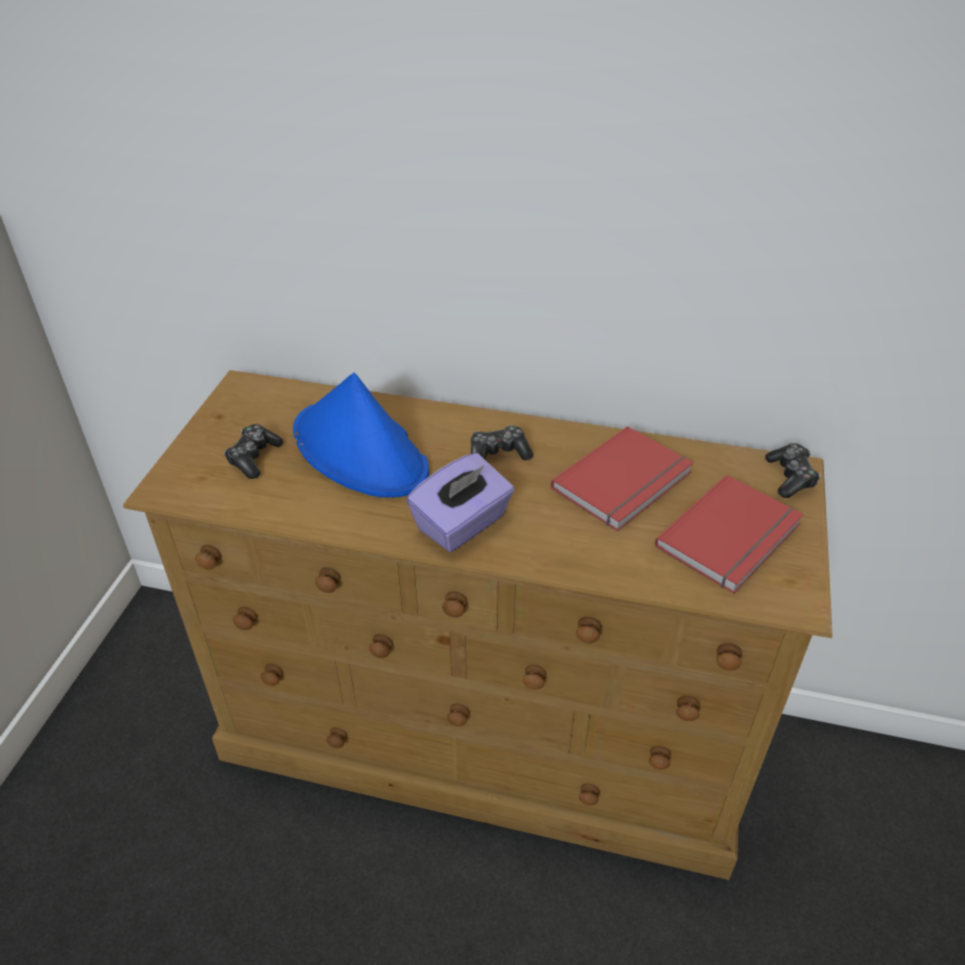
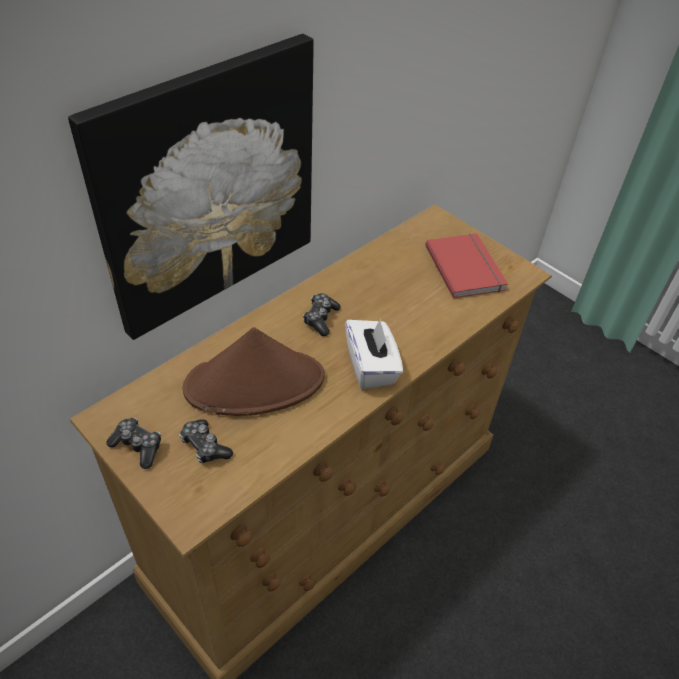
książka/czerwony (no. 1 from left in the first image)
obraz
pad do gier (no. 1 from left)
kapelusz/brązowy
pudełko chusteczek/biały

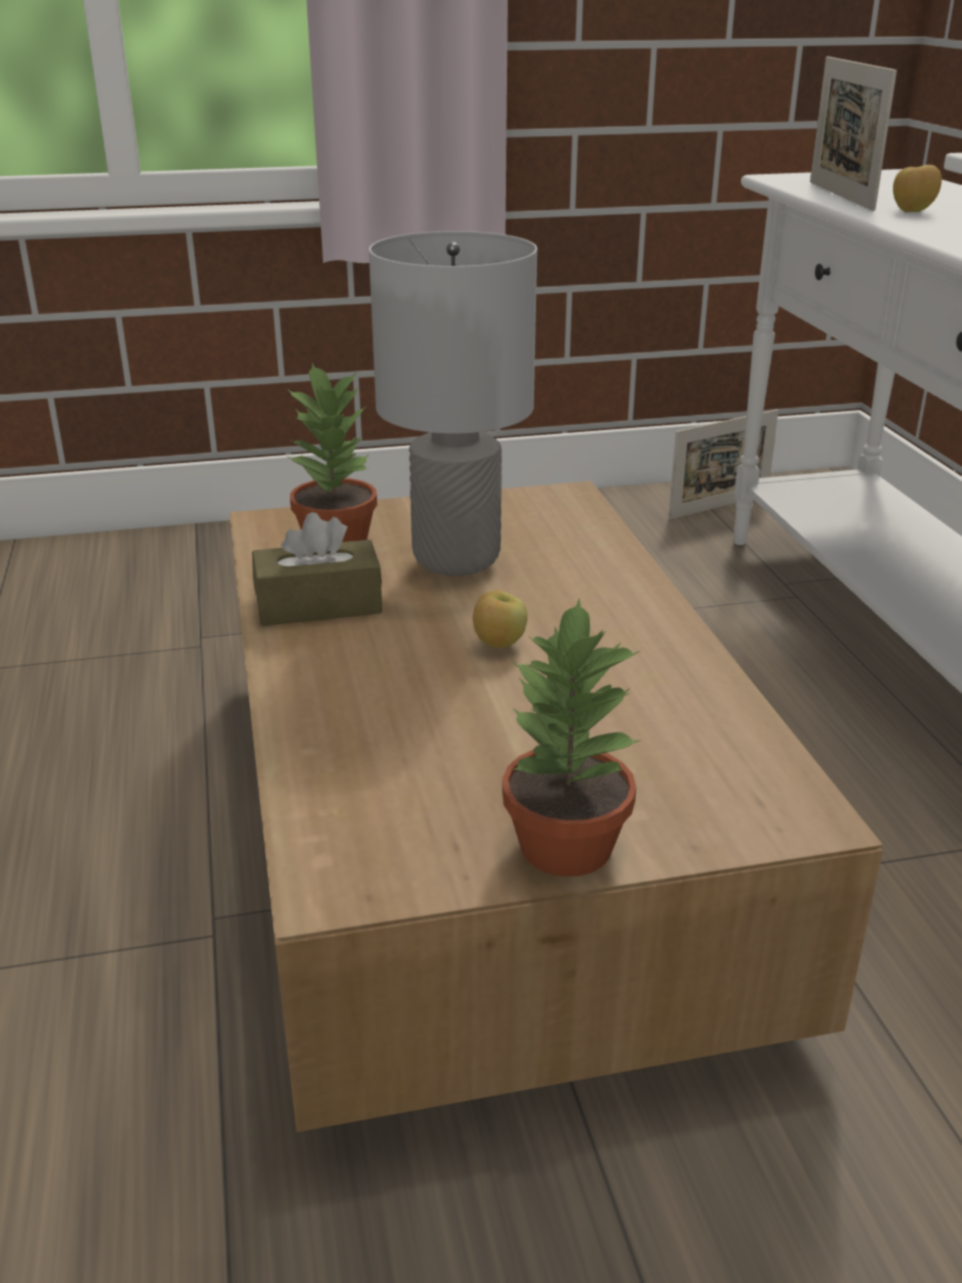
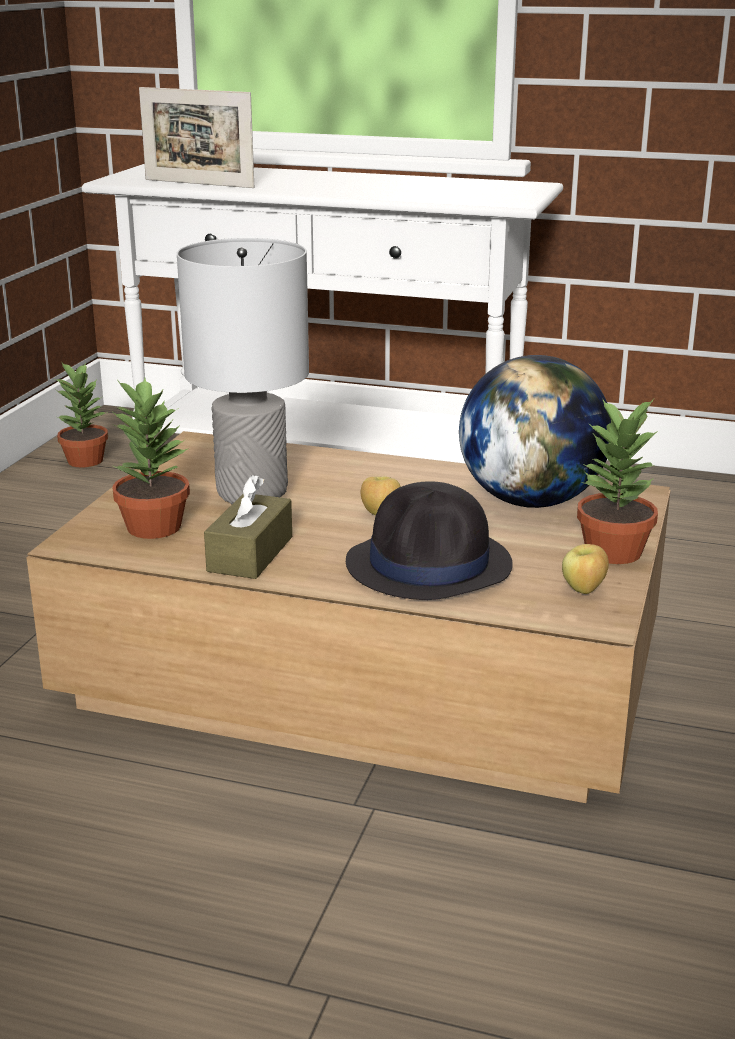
kapelusz/czarny
globus
jabłko (no. 2 from left)
roślina doniczkowa (no. 1 from left)

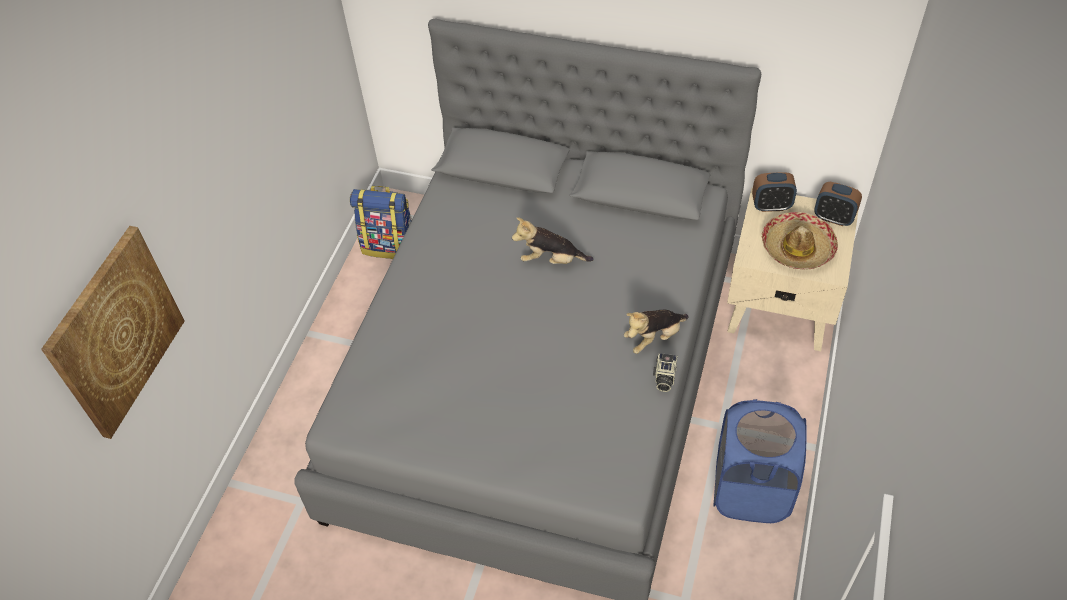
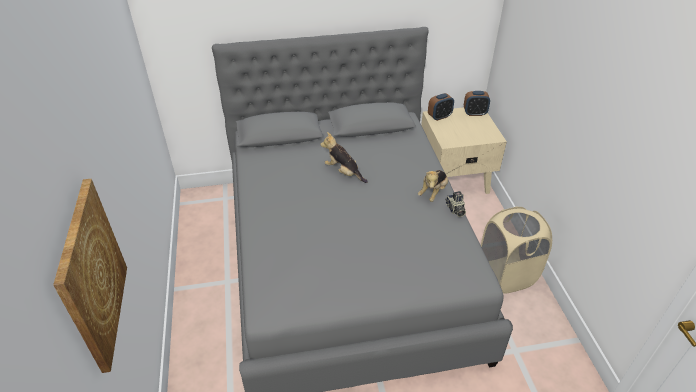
plecak
kapelusz
kosz na pranie/beżowy
pluszak (no. 1 from left)

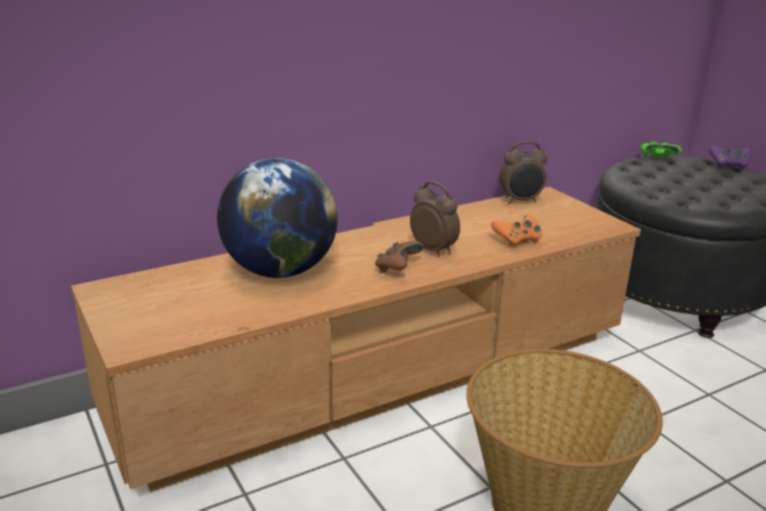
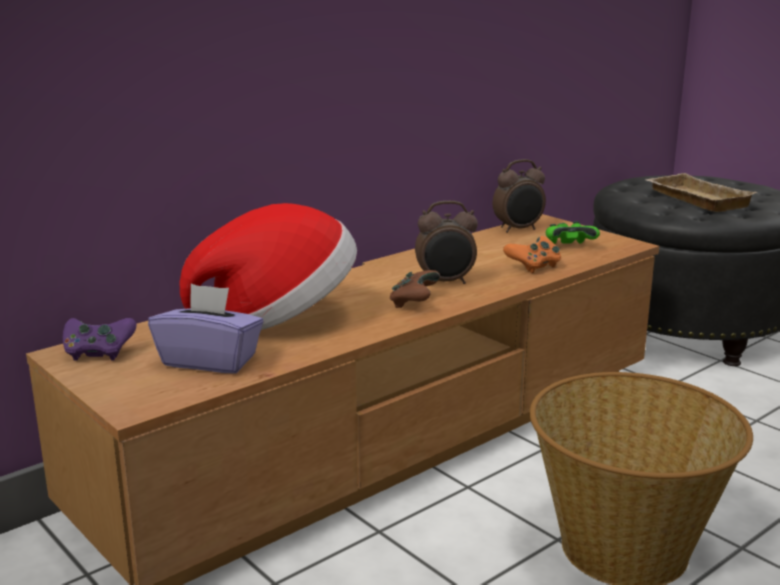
pudełko chusteczek/fioletowy
taca/beżowy
pad do gier/zielony
pad do gier/fioletowy
kapelusz
budzik (no. 1 from left)

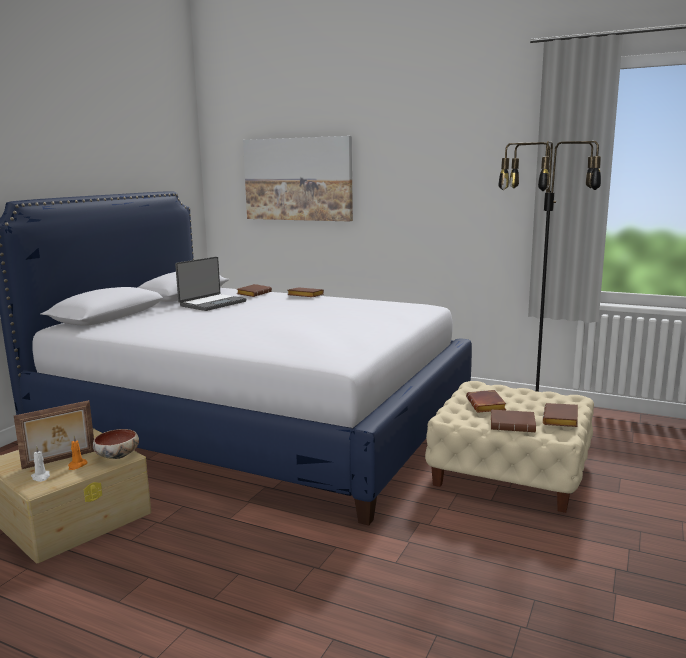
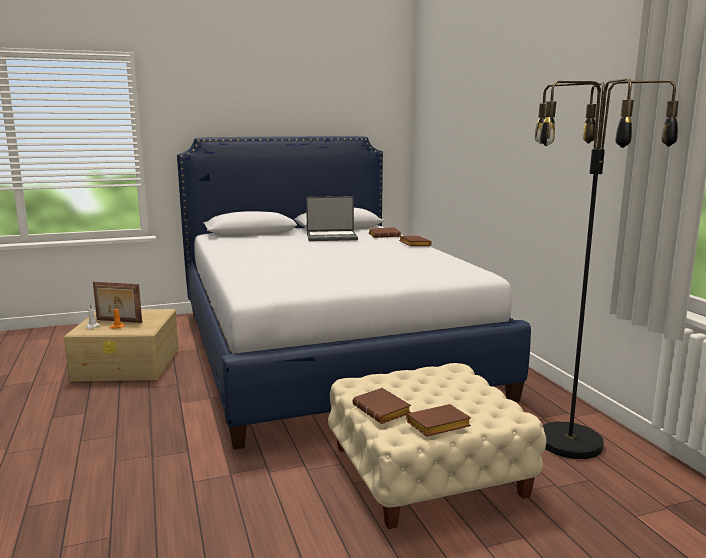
miska
obraz
książka/brązowy (no. 3 from left in the first image)

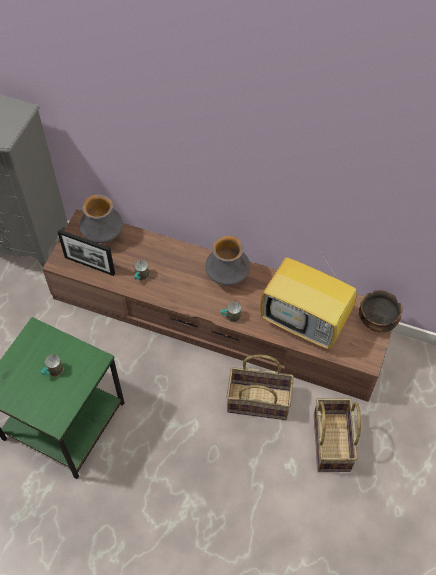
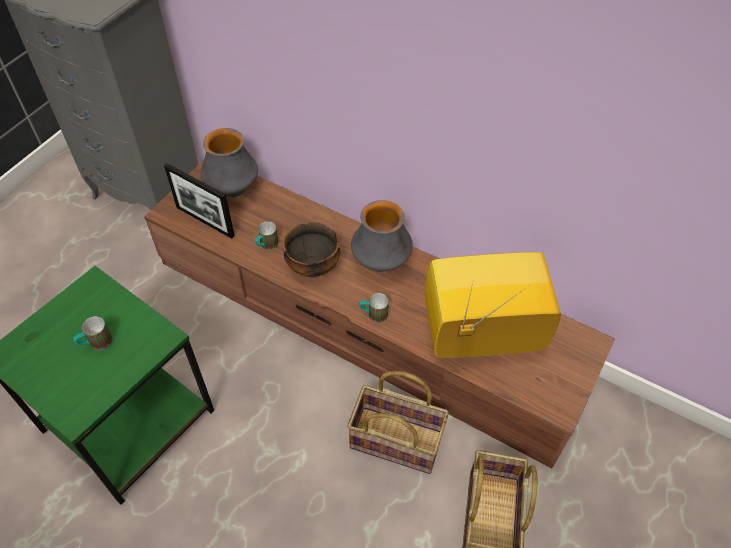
miska
telewizor

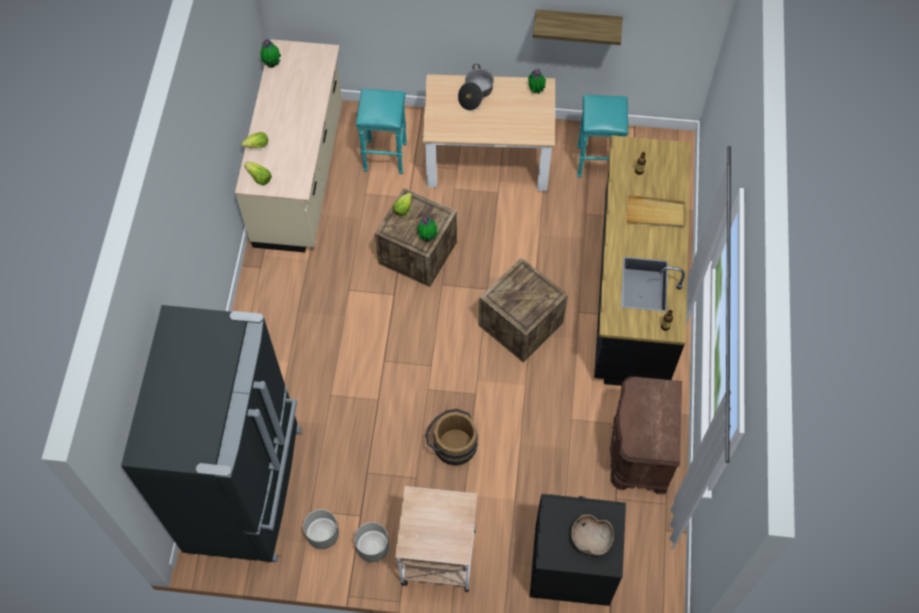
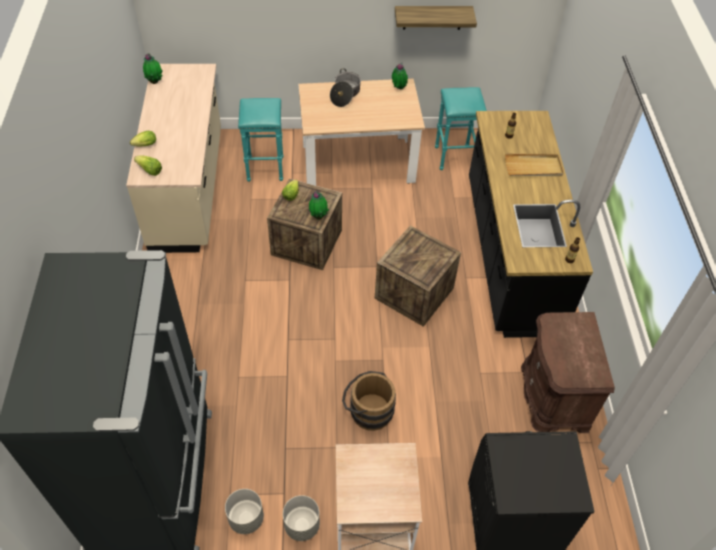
miska/brązowy

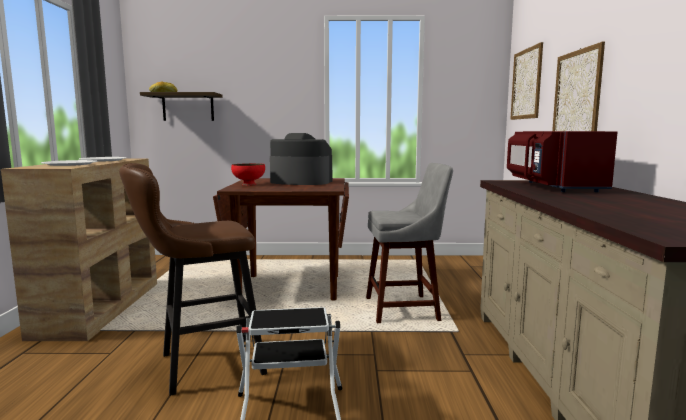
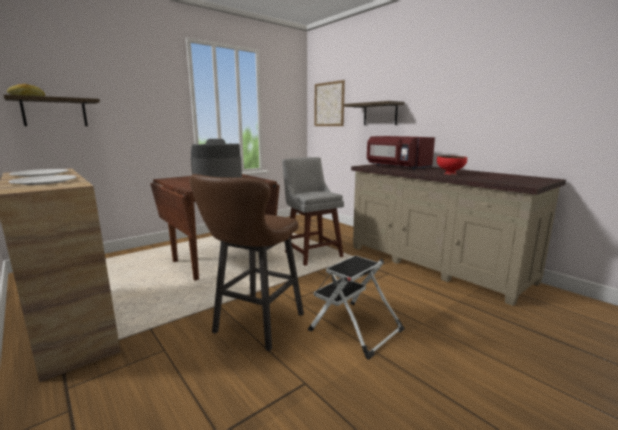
miska/czerwony
półka (no. 2 from left)
krzesło/szary

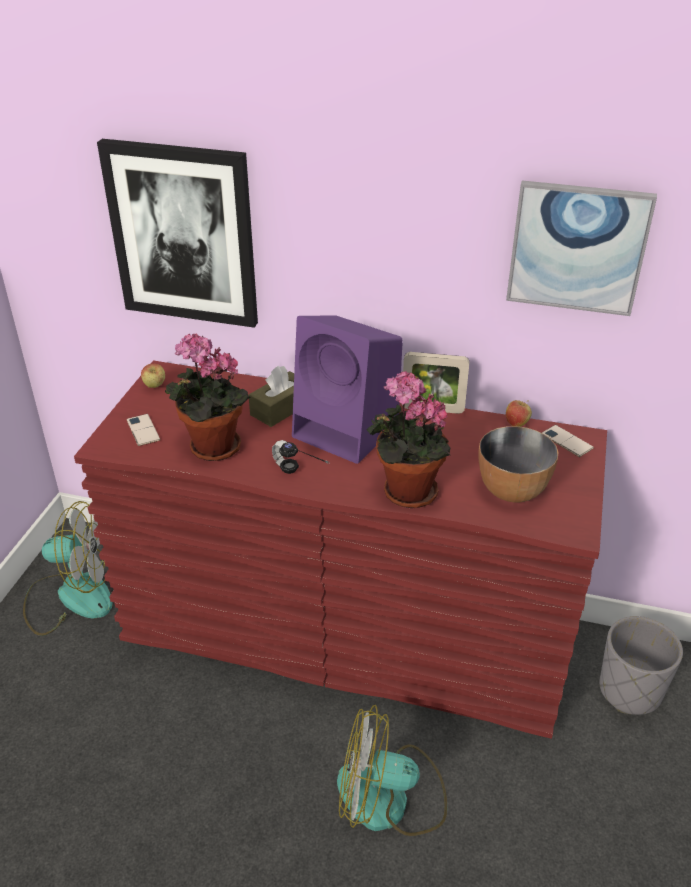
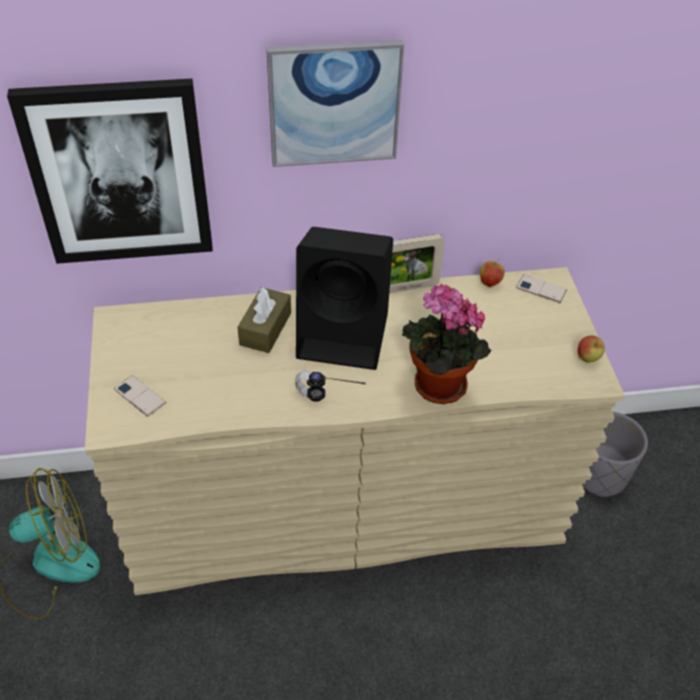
roślina doniczkowa (no. 1 from left in the first image)
wentylator (no. 2 from left in the first image)
miska
jabłko (no. 2 from left)
obraz (no. 2 from left)
komoda/beżowy
głośnik/czarny

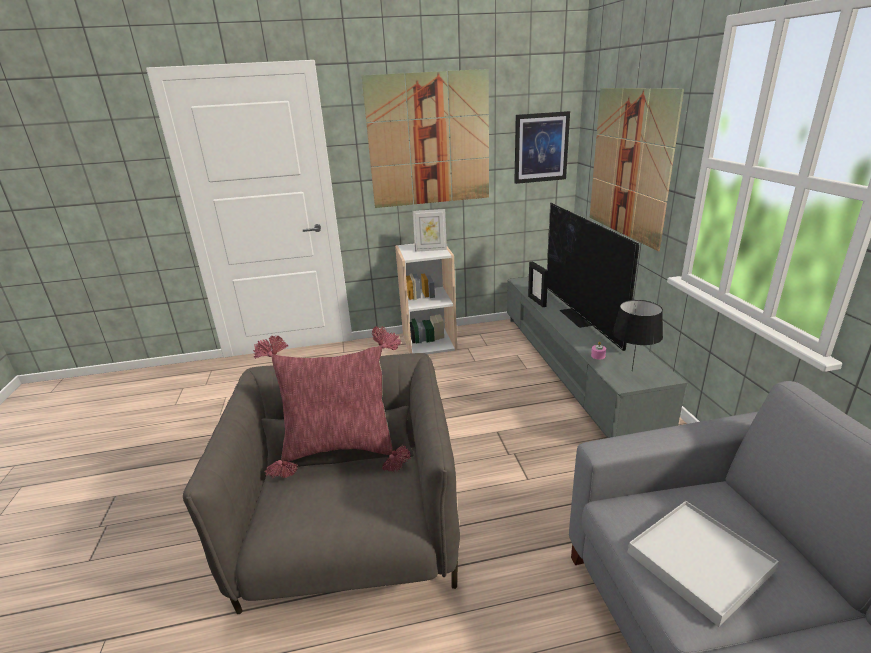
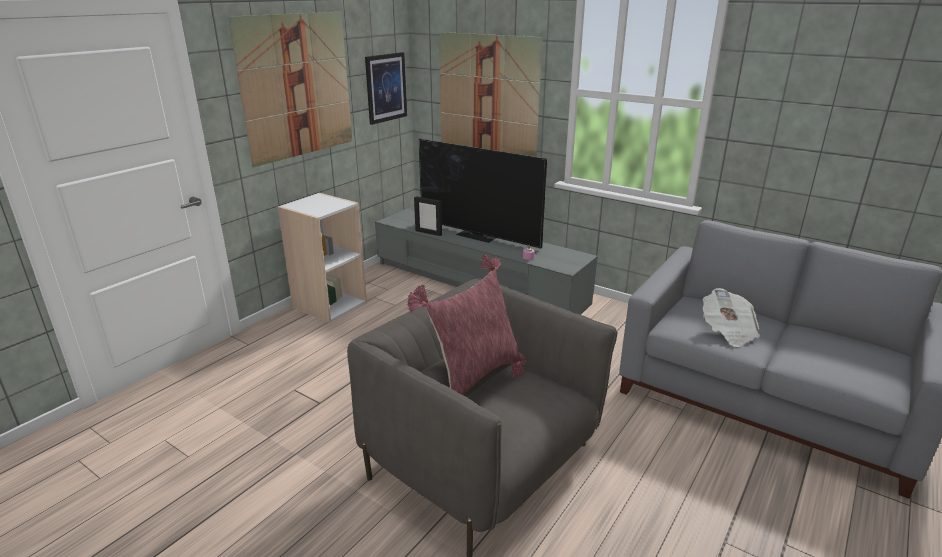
ramka na zdjęcie (no. 1 from left in the first image)
lampa stołowa/czarny
gazeta

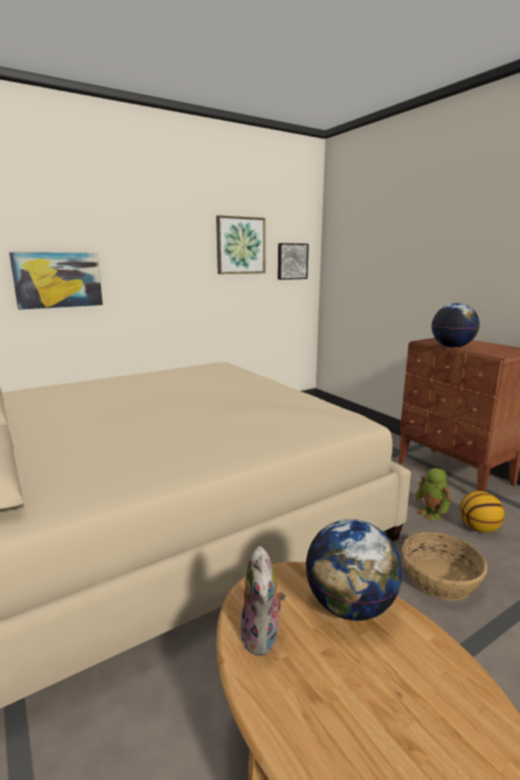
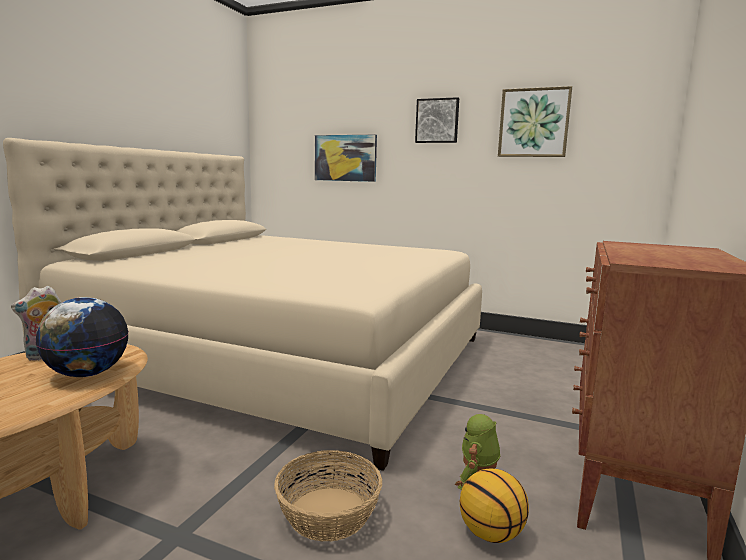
globus (no. 2 from left in the first image)
obraz (no. 2 from left)

